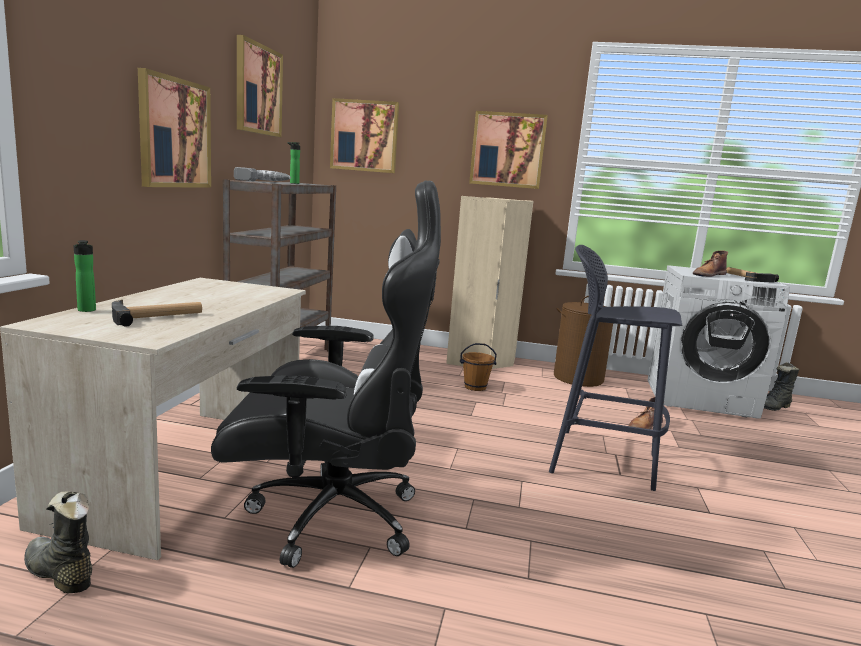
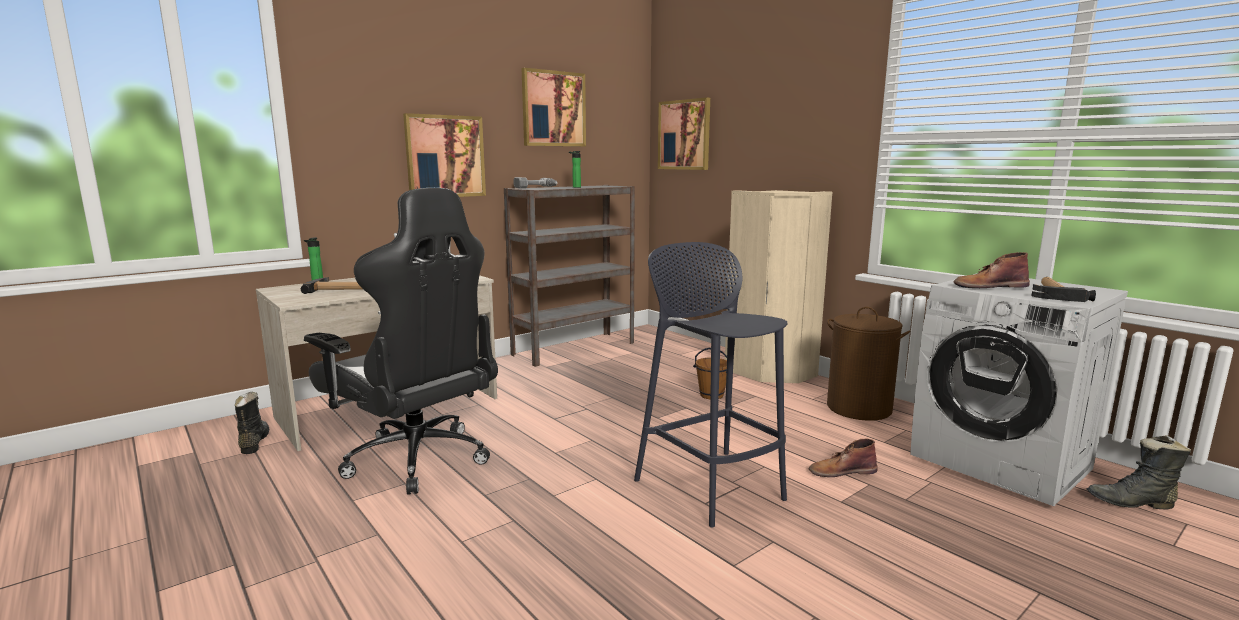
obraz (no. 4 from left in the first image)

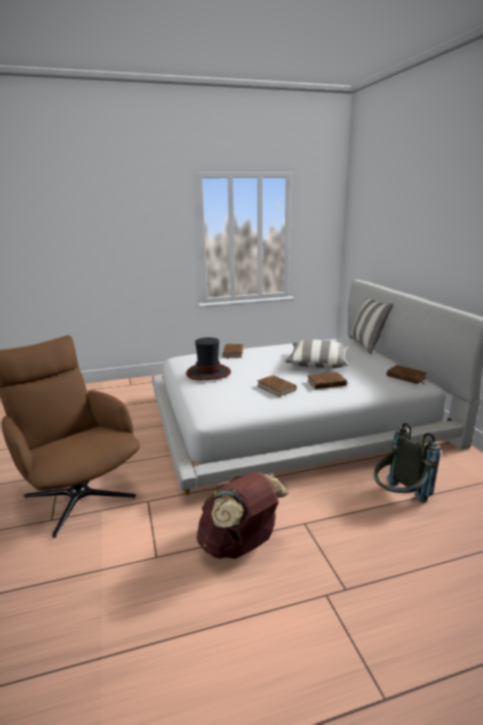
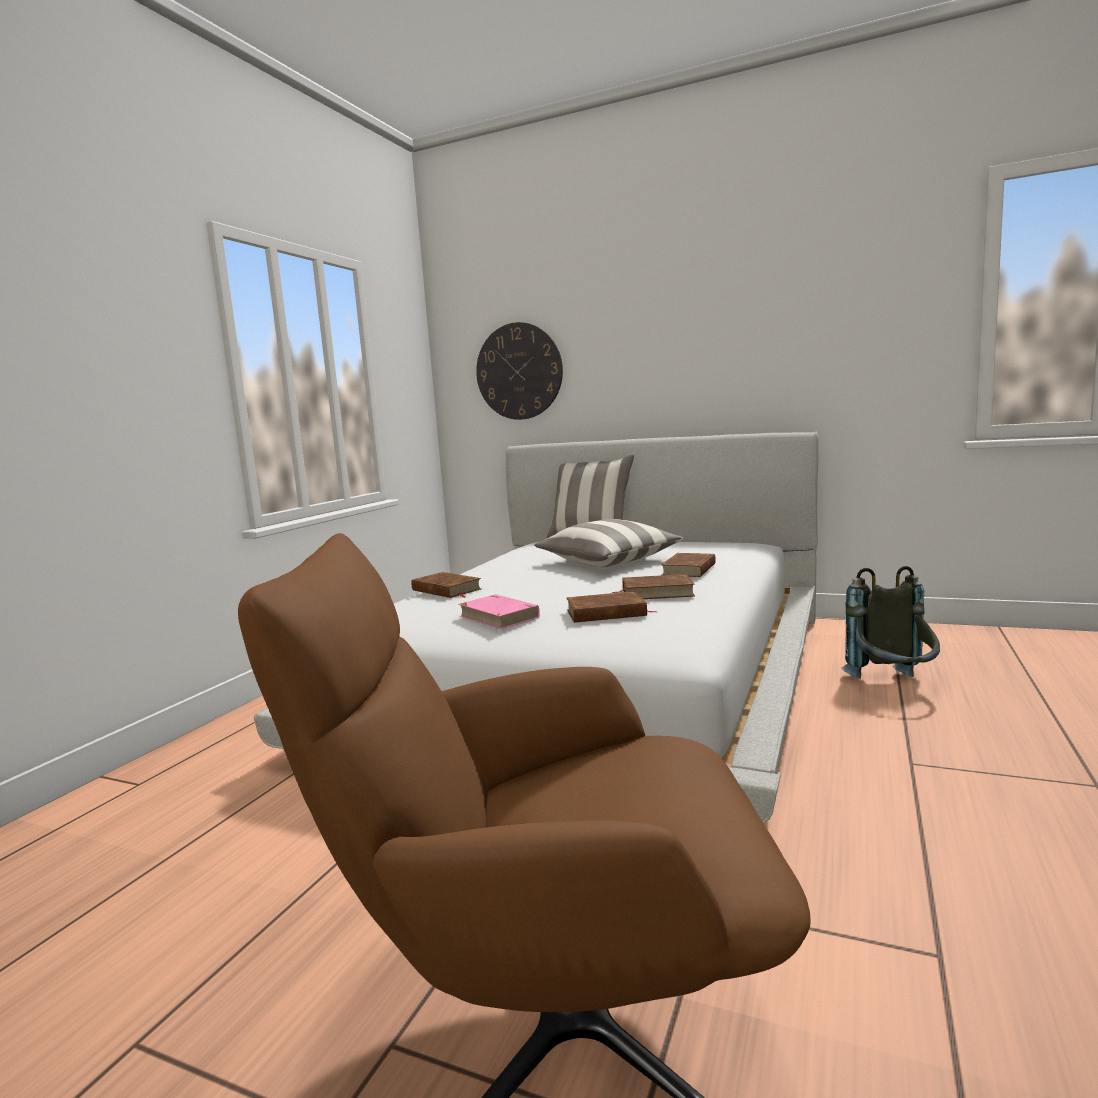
plecak/brązowy
zegar ścienny
książka/brązowy (no. 2 from left)
książka/różowy

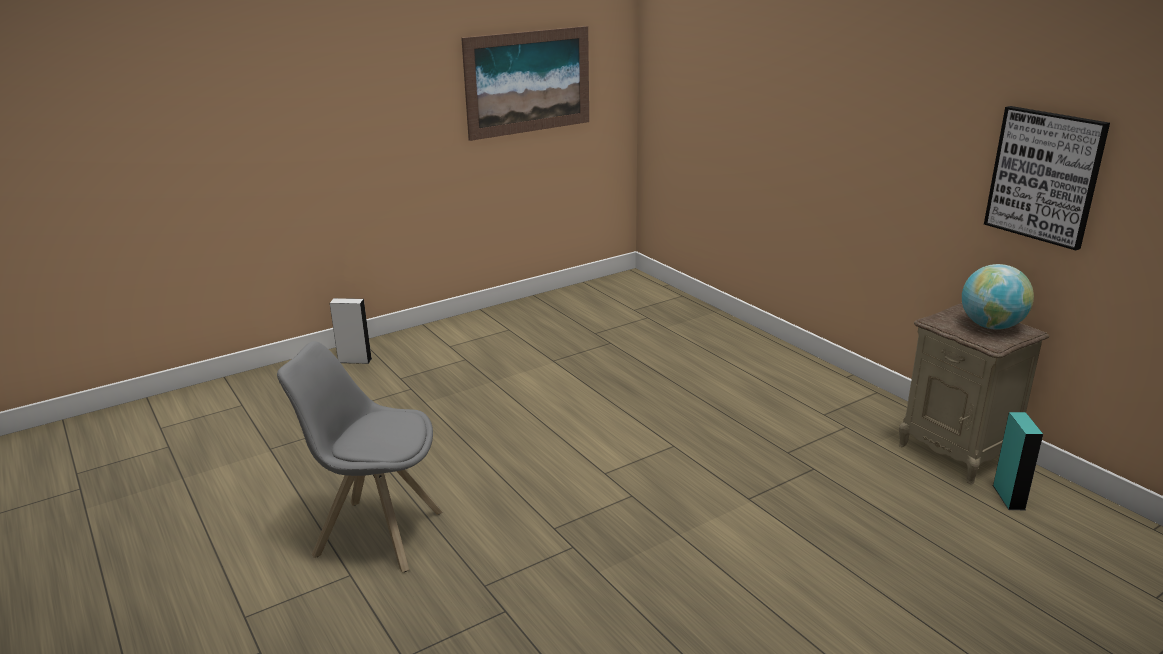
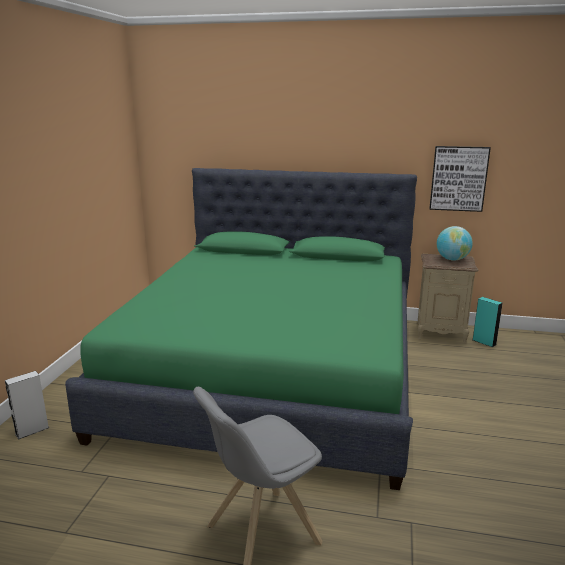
obraz (no. 1 from left in the first image)
łóżko/zielony

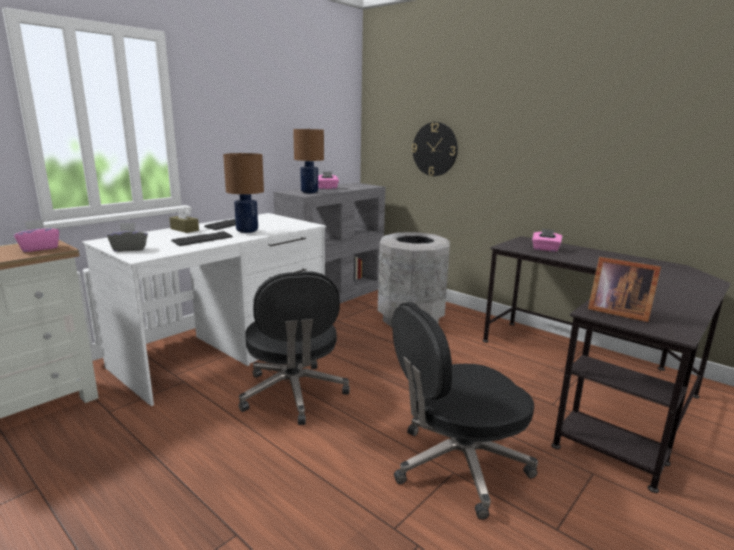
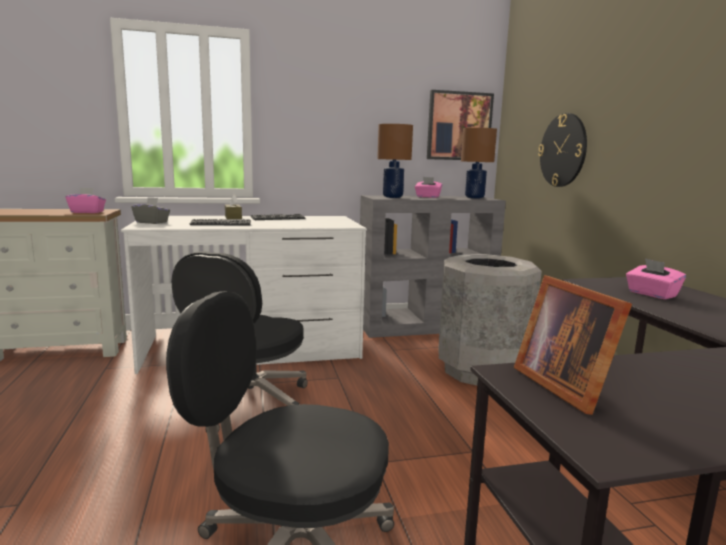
obraz
lampa stołowa/brązowy (no. 2 from left)

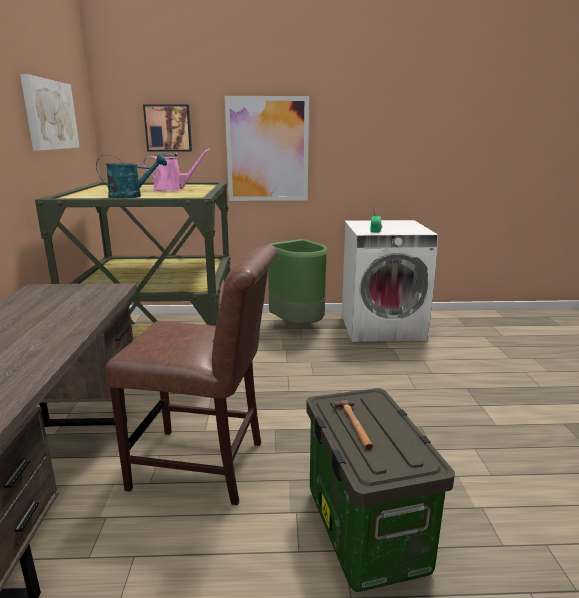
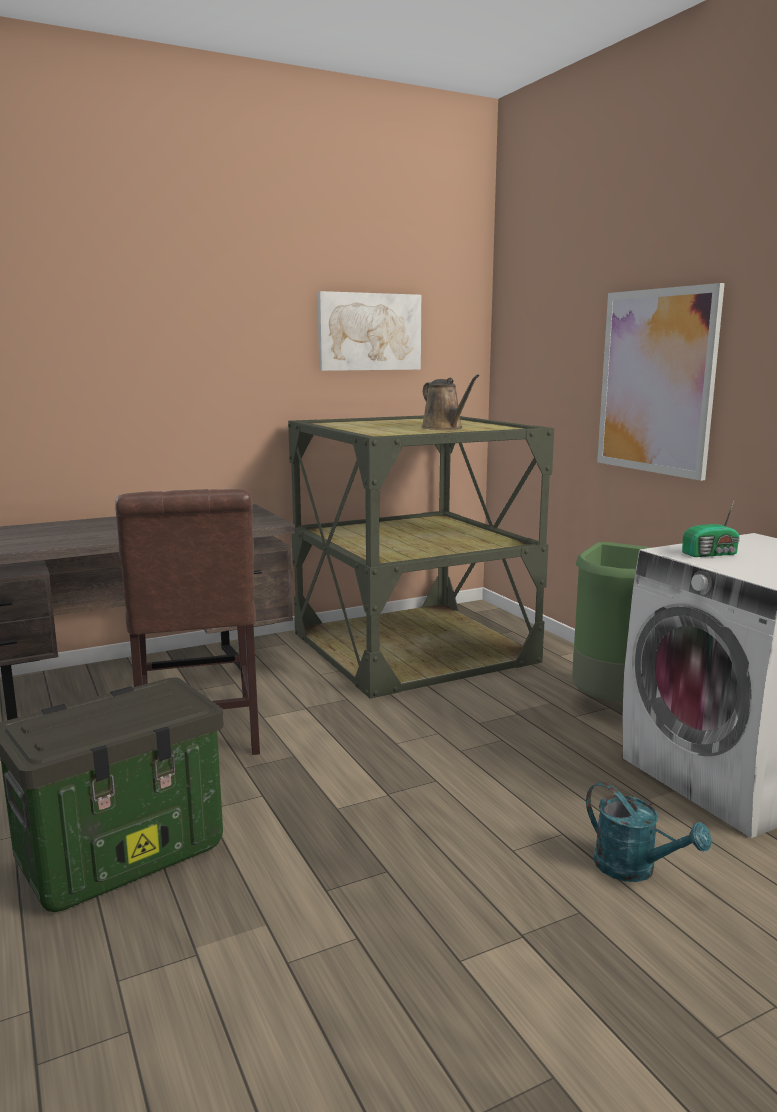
obraz (no. 2 from left in the first image)
młotek
konewka/turkusowy
konewka/brązowy

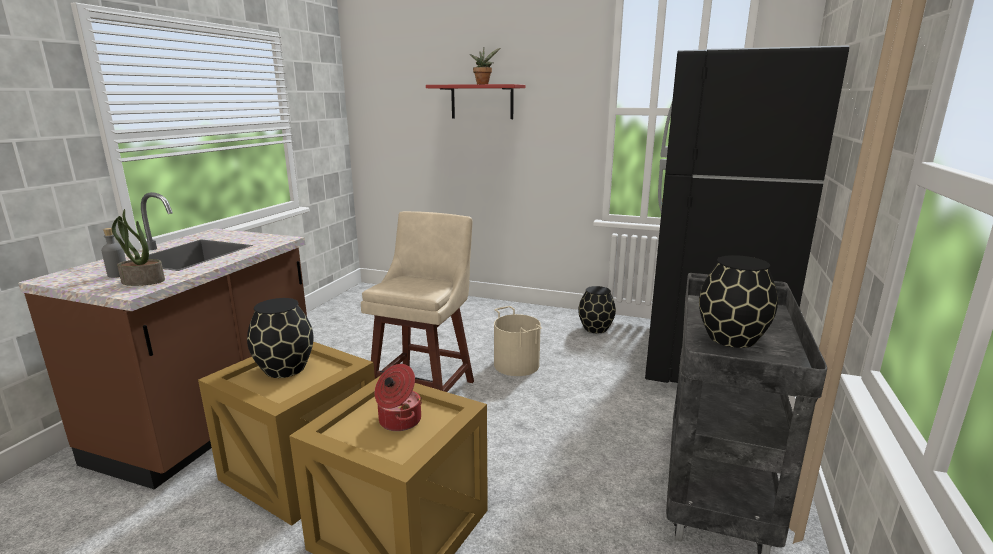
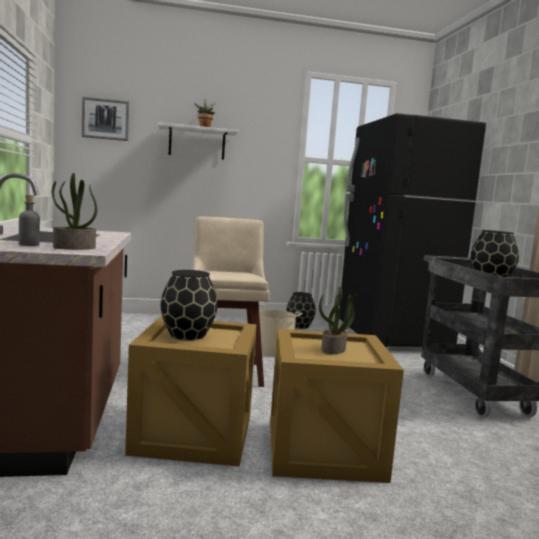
obraz
roślina doniczkowa (no. 3 from left)
półka/biały

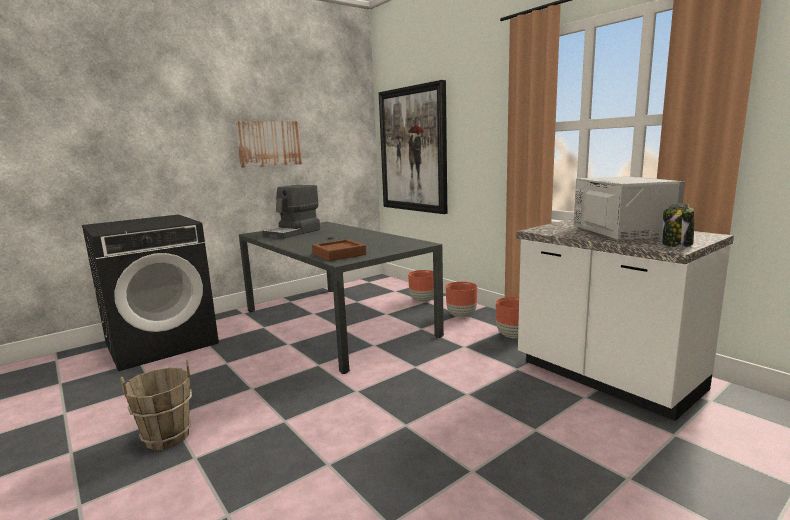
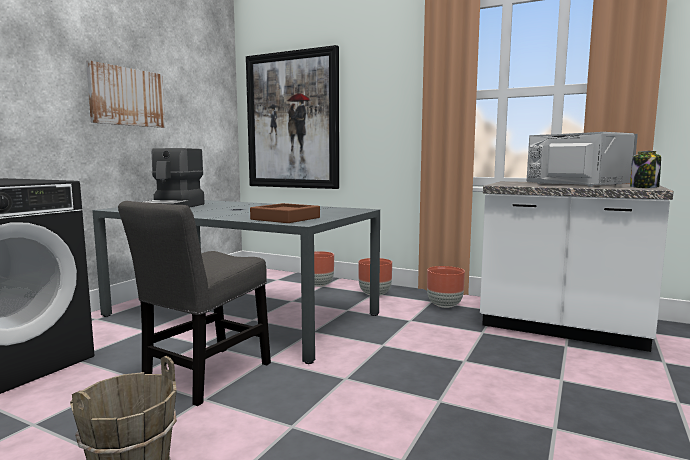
krzesło/szary

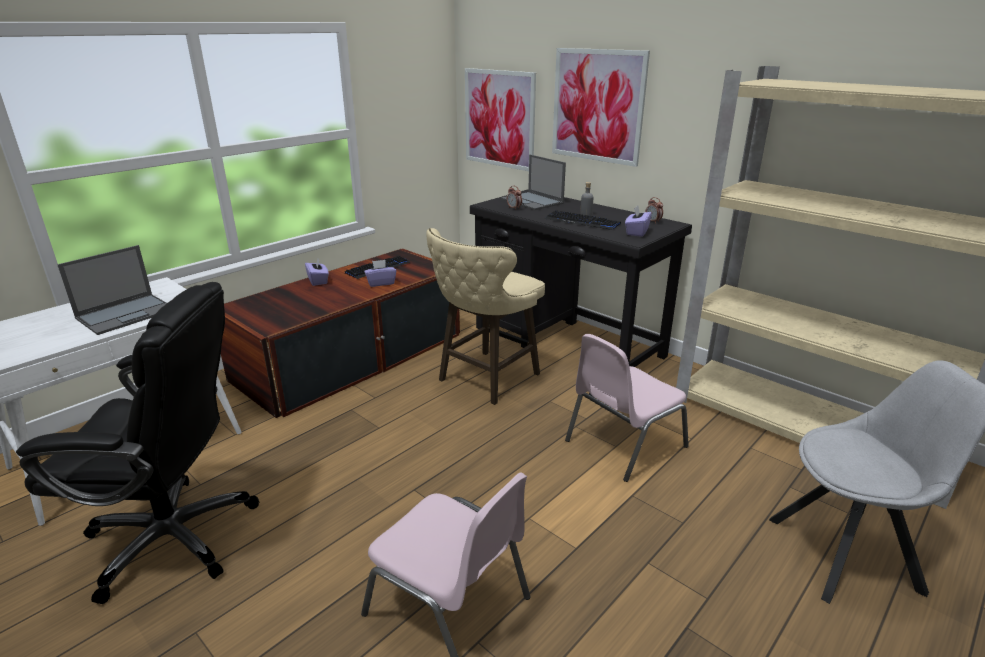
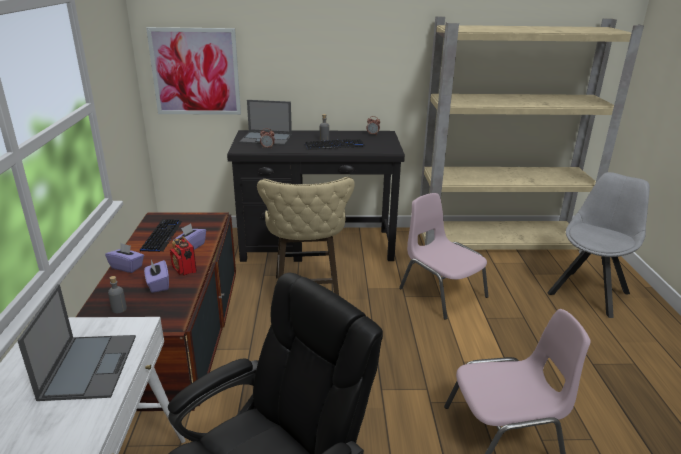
obraz (no. 2 from left in the first image)
butelka/szary (no. 1 from left)
radio
pudełko chusteczek/fioletowy (no. 2 from left)
krzesło/różowy (no. 1 from left)

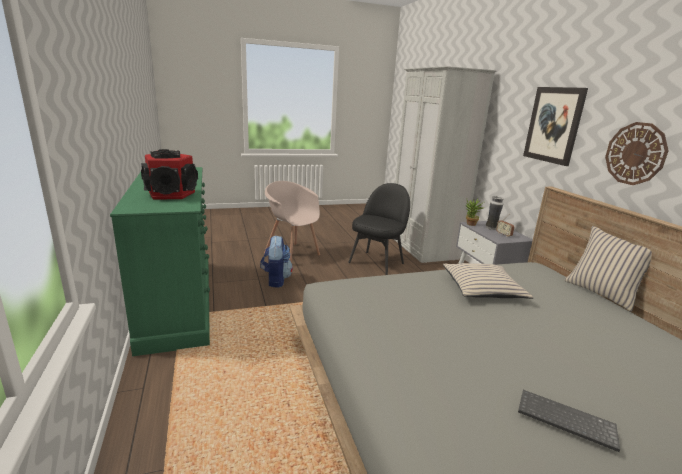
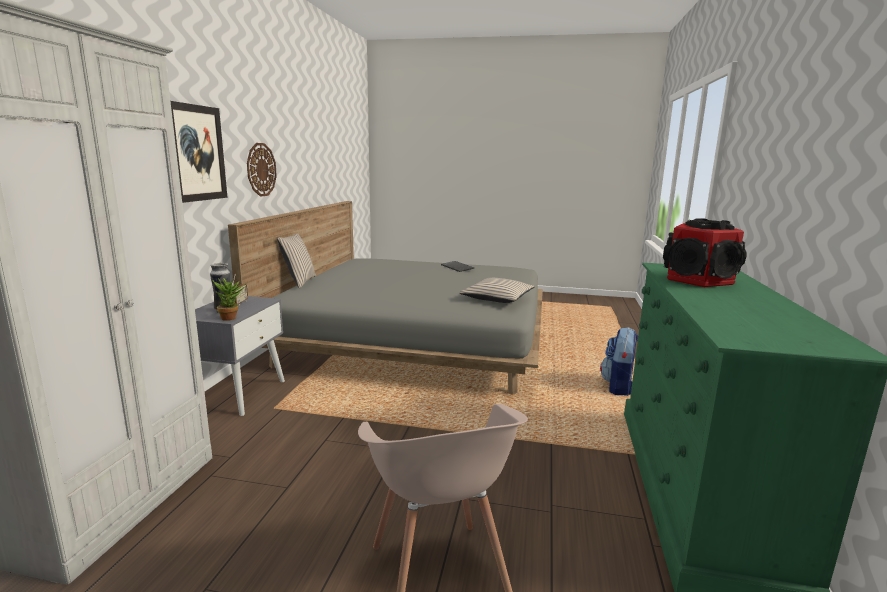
krzesło/czarny
plecak
poduszka/beżowy (no. 2 from left)

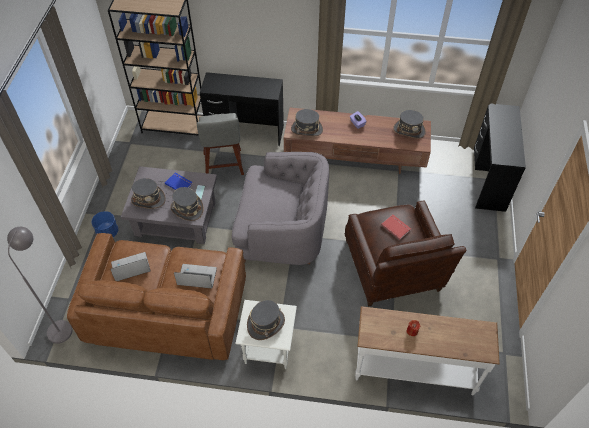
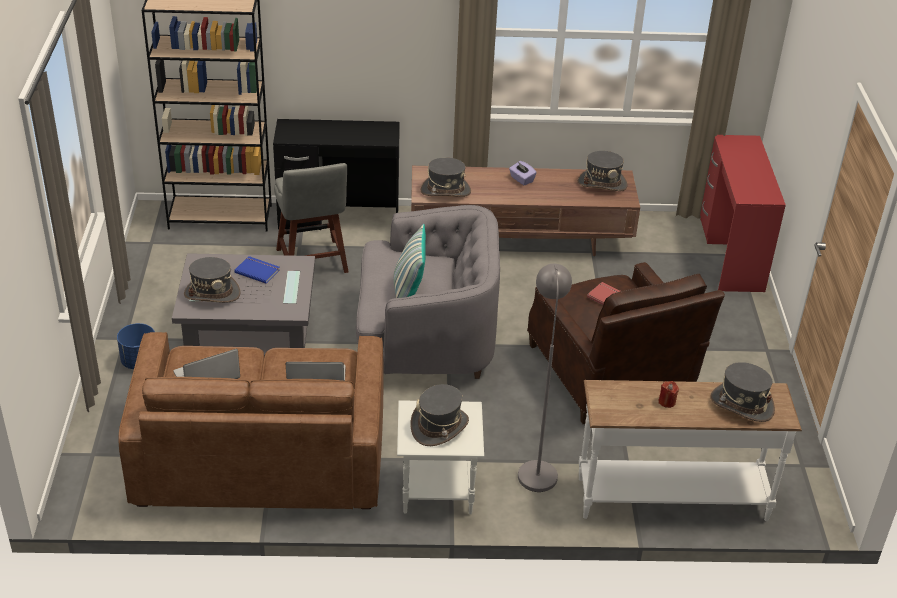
poduszka
lampa stojąca/szary
kapelusz/szary (no. 5 from left)
biurko/czerwony

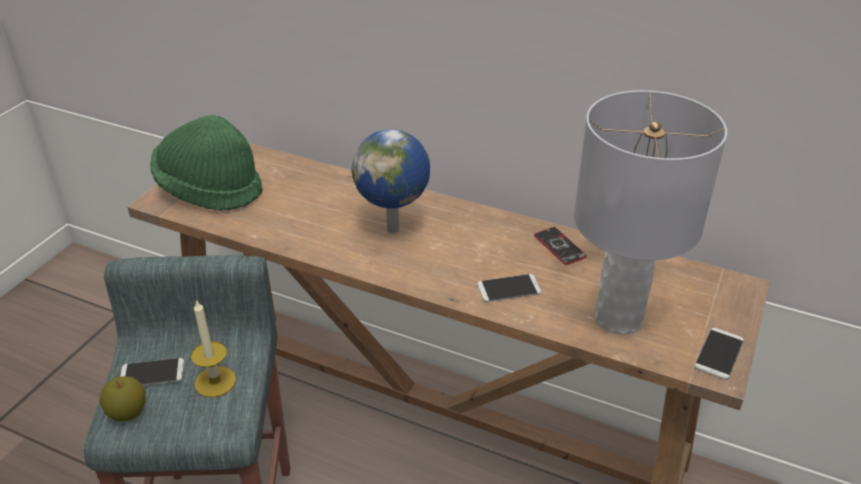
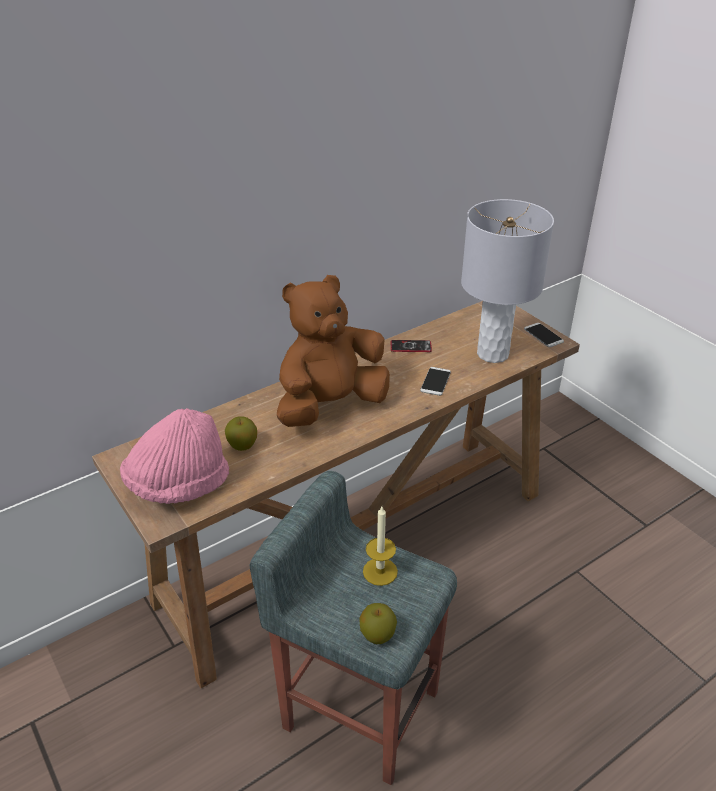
telefon (no. 1 from left in the first image)
jabłko (no. 1 from left)
pluszak/brązowy
kapelusz/różowy

